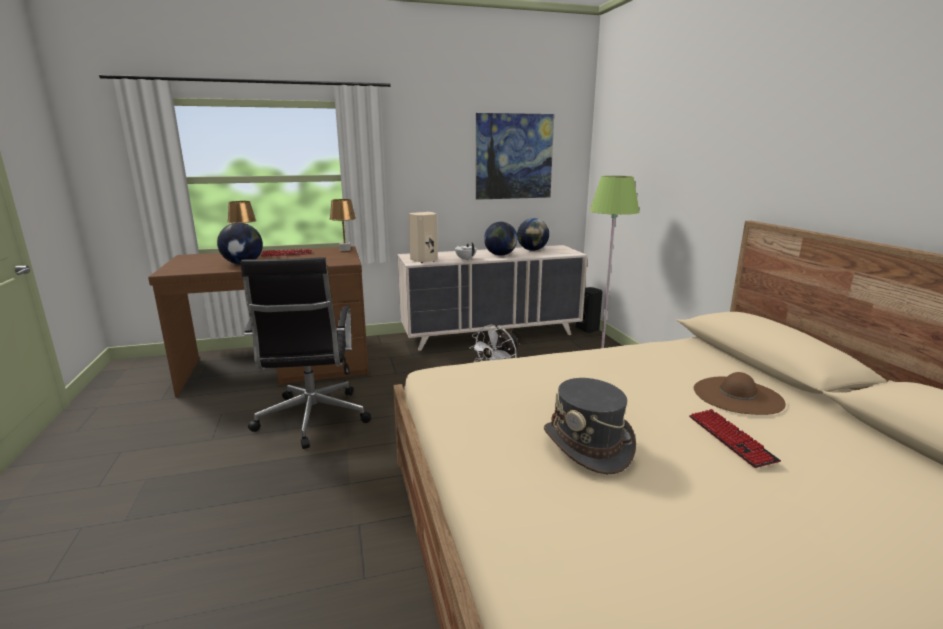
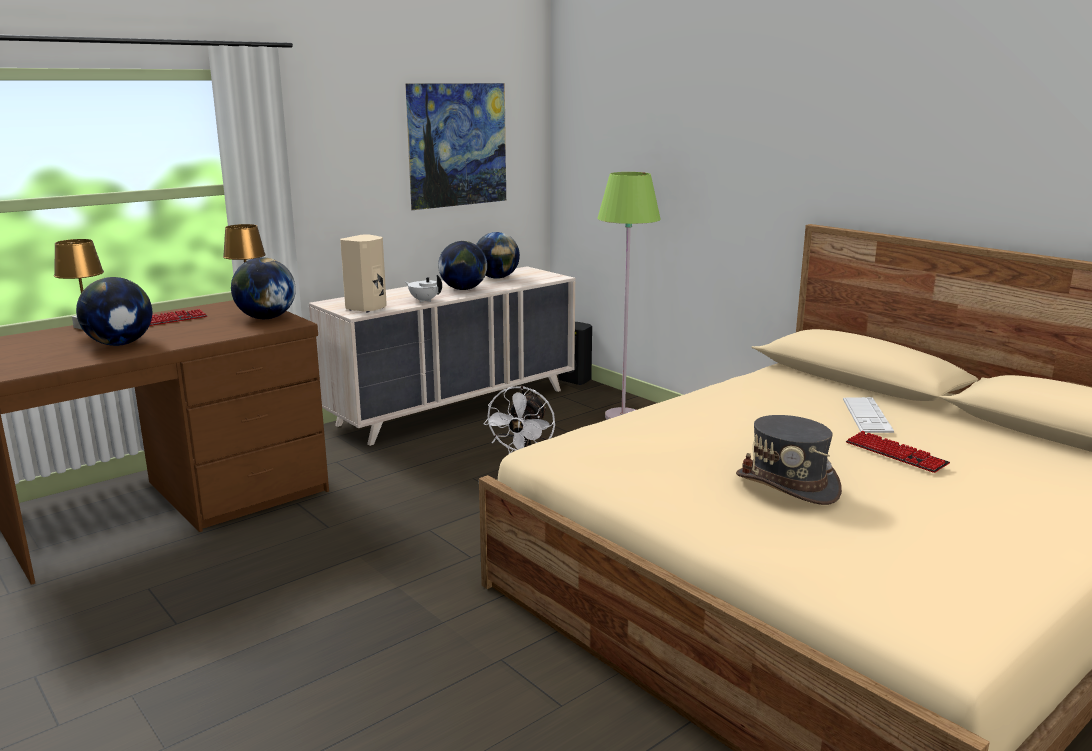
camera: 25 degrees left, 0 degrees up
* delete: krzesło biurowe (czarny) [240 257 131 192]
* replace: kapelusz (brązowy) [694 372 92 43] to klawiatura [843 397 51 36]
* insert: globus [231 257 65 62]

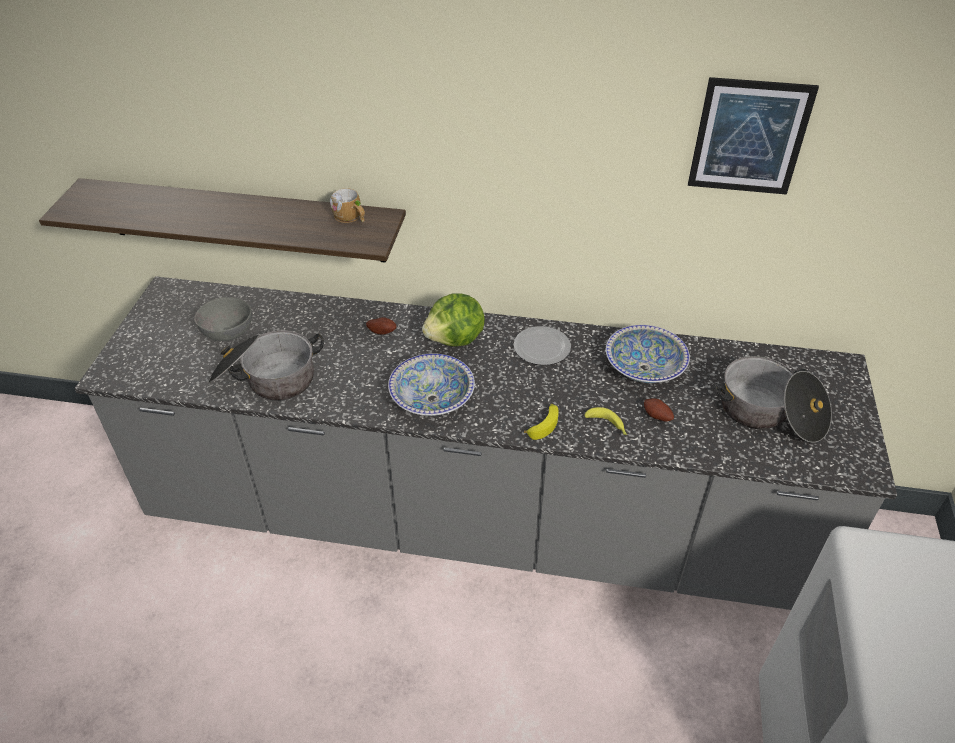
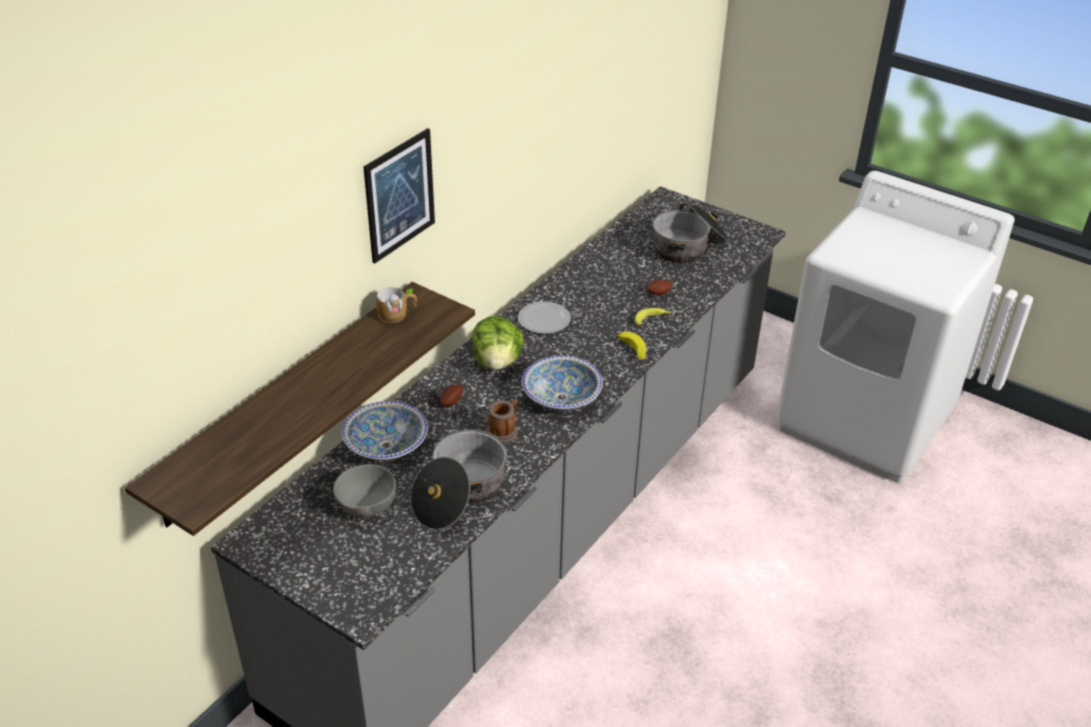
camera: 65 degrees left, 5 degrees down
* move: miska [606 325 84 58] to [342 401 86 60]
* move: obraz [688 77 131 118] to [364 128 71 136]
* insert: kubek [486 399 32 44]

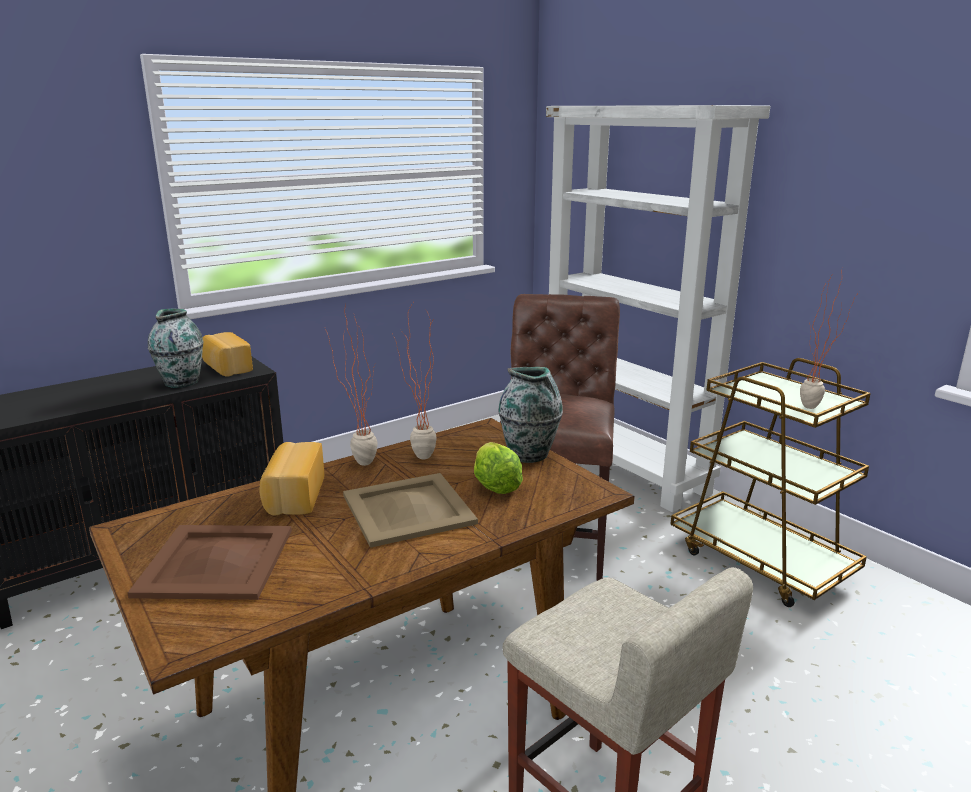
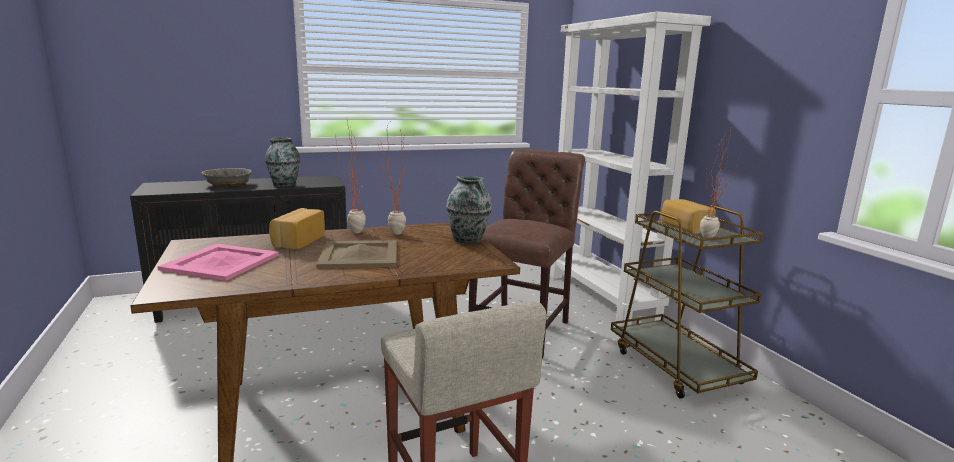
camera: 15 degrees right, 5 degrees down
* recolor: taca (brązowy) [128 525 164 75] to taca (różowy) [157 244 122 37]
* move: chleb [202 332 51 45] to [661 199 55 35]
* delete: sałata [474 442 49 52]
* insert: miska (szary) [201 168 51 18]

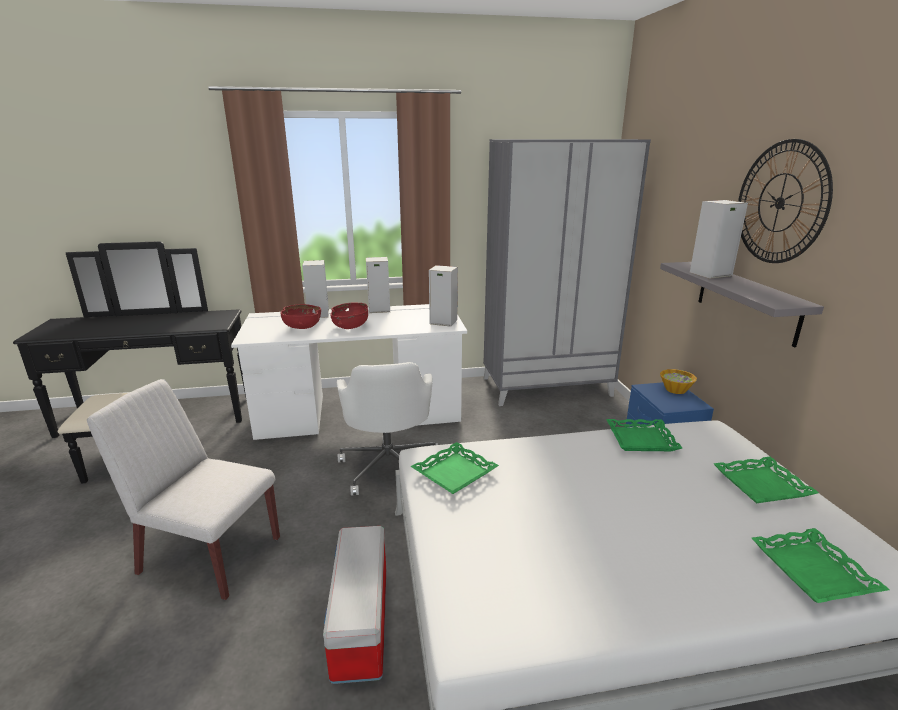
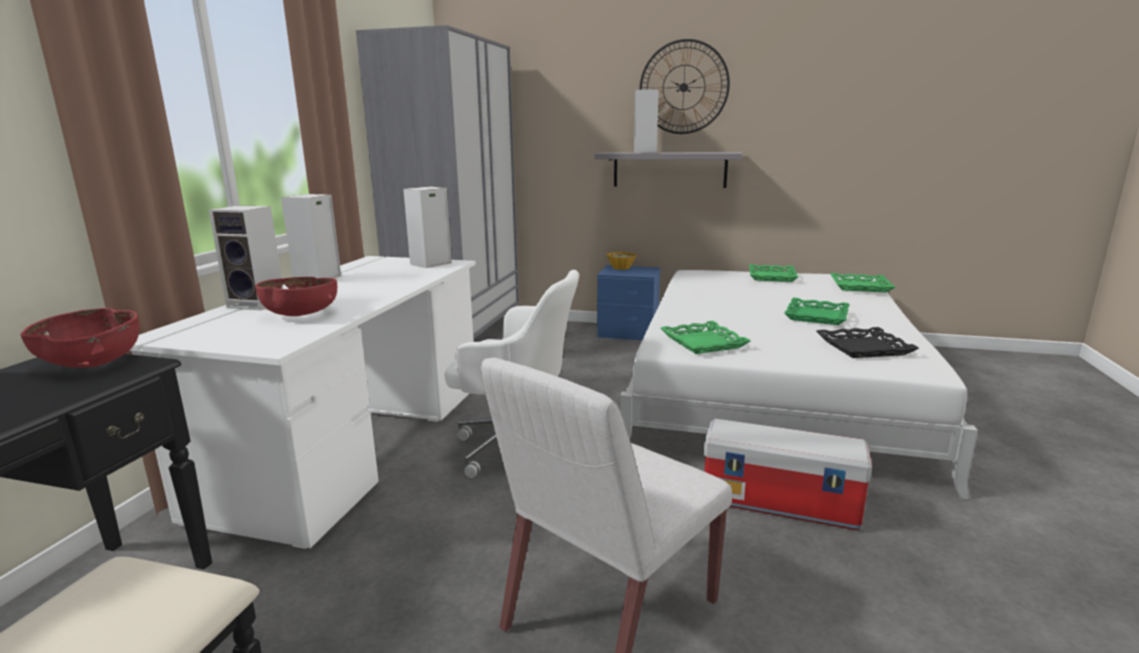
camera: 65 degrees left, 5 degrees down
* move: miska (czerwony) [330 302 38 27] to [21 308 119 60]
* move: taca (zielony) [606 419 76 32] to [784 298 66 27]
* insert: taca (czarny) [816 327 103 31]

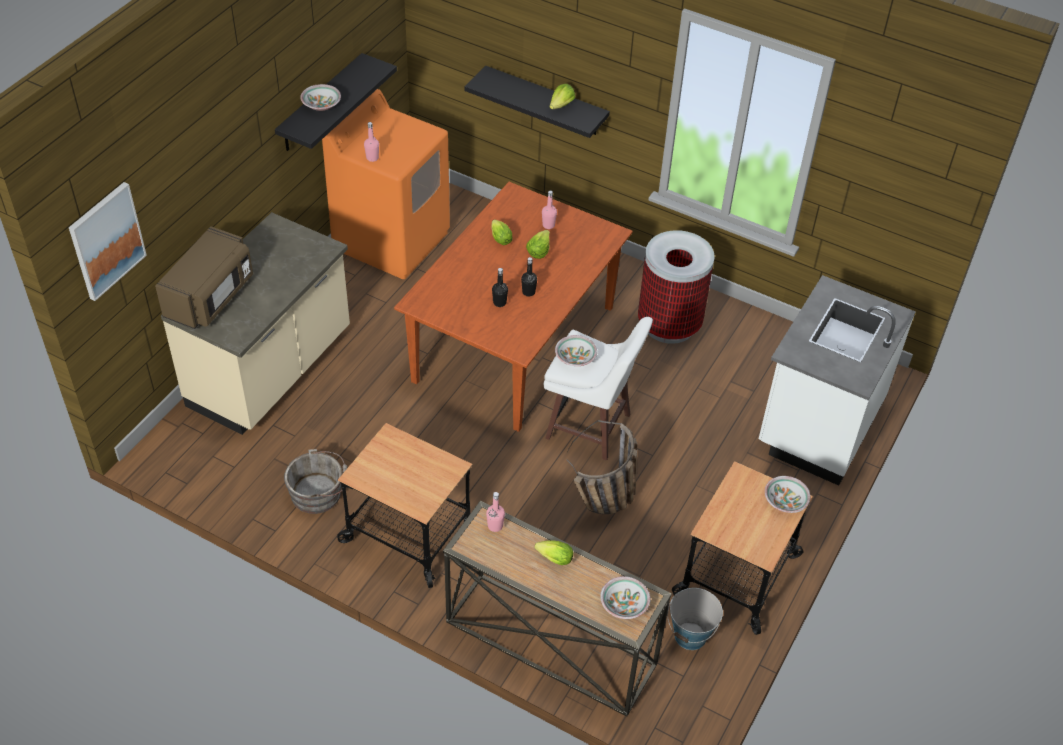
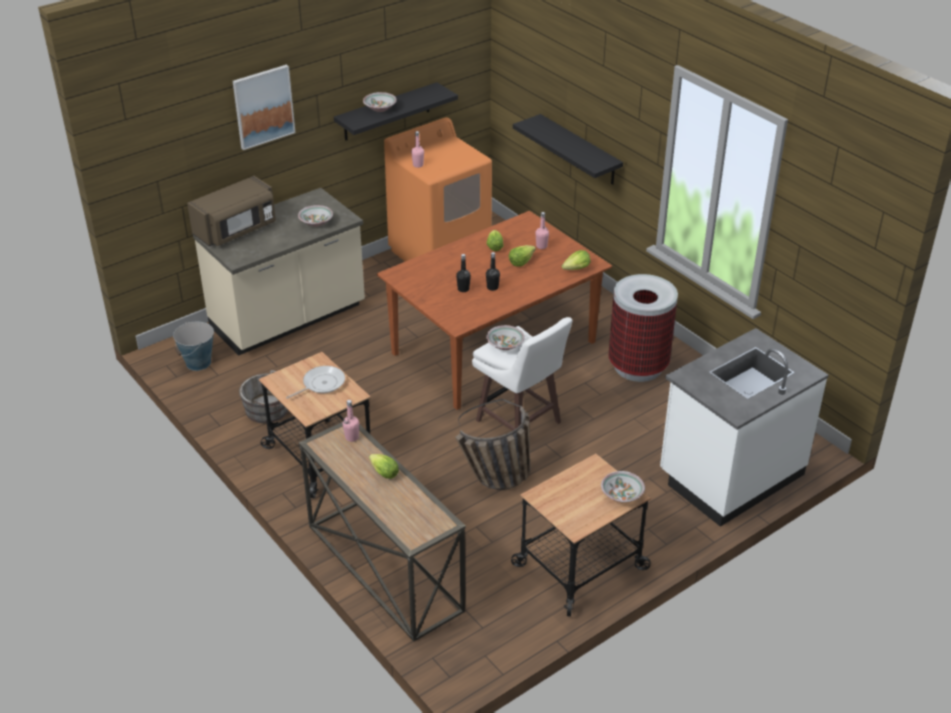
camera: 25 degrees right, 10 degrees down
* move: obraz [69 182 78 119] to [233 65 62 85]
* move: sałata [550 84 25 25] to [561 250 30 20]
* move: miska [600 576 51 43] to [298 205 35 22]
* move: wiadro [667 588 56 62] to [173 322 41 49]
* insert: patelnia [286 366 59 33]

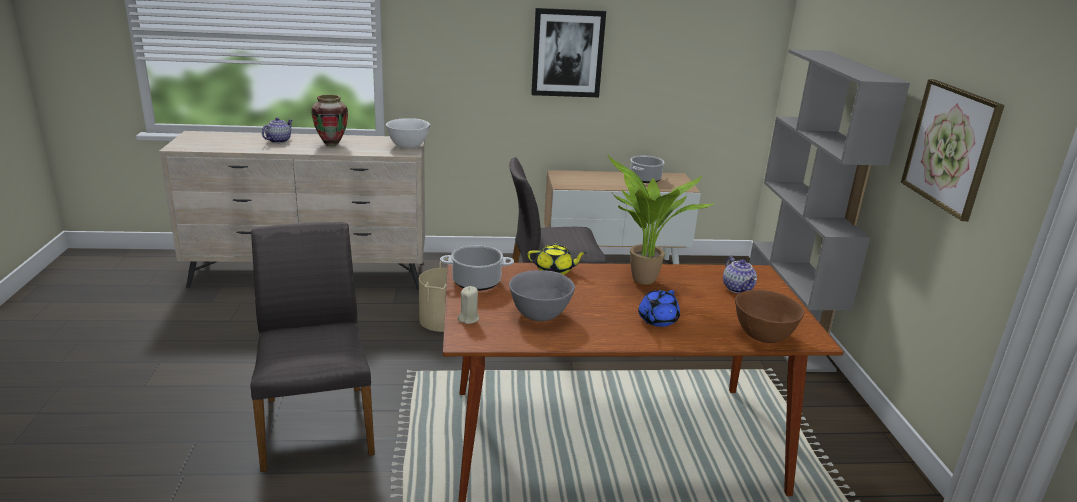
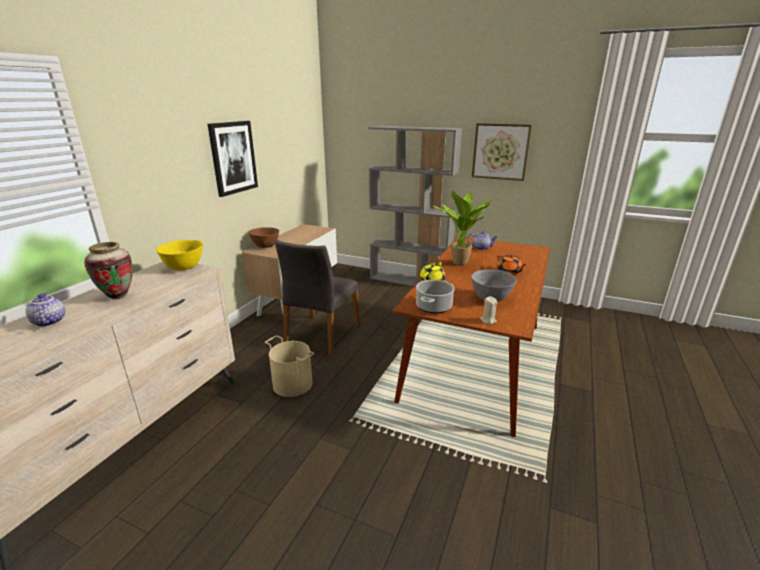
camera: 60 degrees left, 0 degrees up
* delete: krzesło (szary) [251 222 124 250]
* recolor: miska (biały) [386 119 44 29] to miska (żółty) [156 240 47 31]
* delete: garnek [630 156 34 27]
* recolor: imbryk (niebieski) [638 290 42 37] to imbryk (pomarańczowy) [497 254 29 21]
* move: miska (brązowy) [735 290 69 53] to [248 227 31 21]

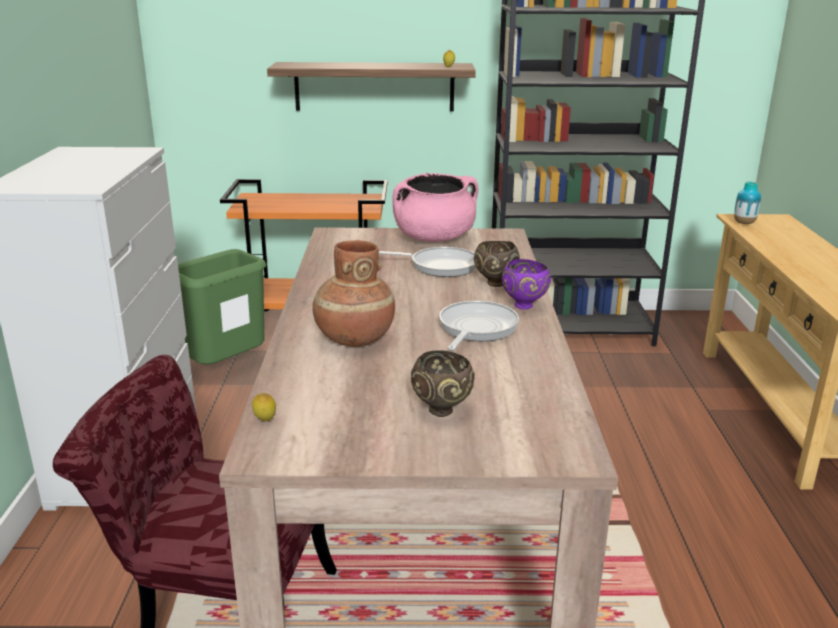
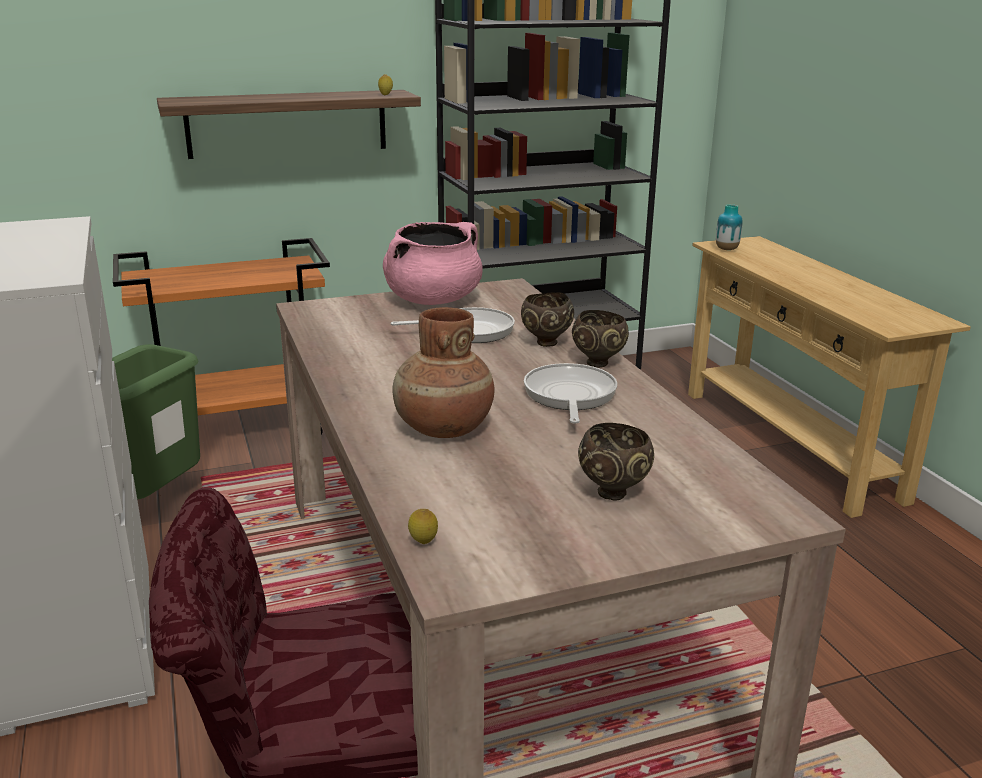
camera: 20 degrees left, 0 degrees up
* recolor: miska (fioletowy) [502 259 49 51] to miska (brązowy) [572 310 57 58]

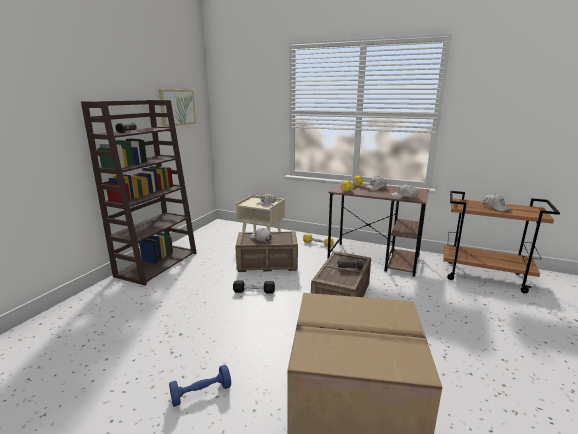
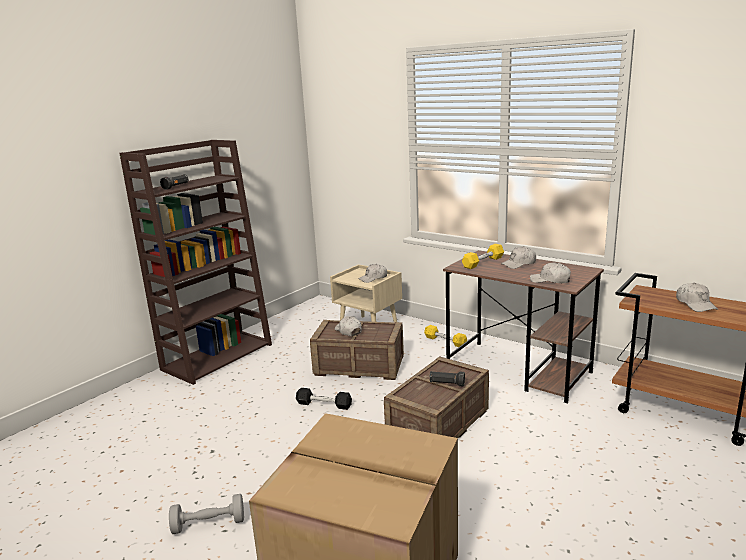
camera: 15 degrees right, 0 degrees up
* delete: obraz [158 89 38 38]
* recolor: hantel (niebieski) [169 365 62 42] to hantel (szary) [169 494 75 40]

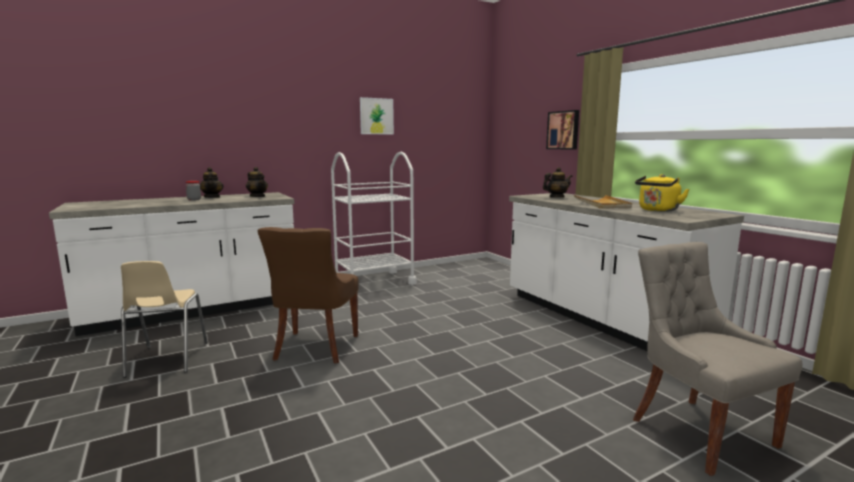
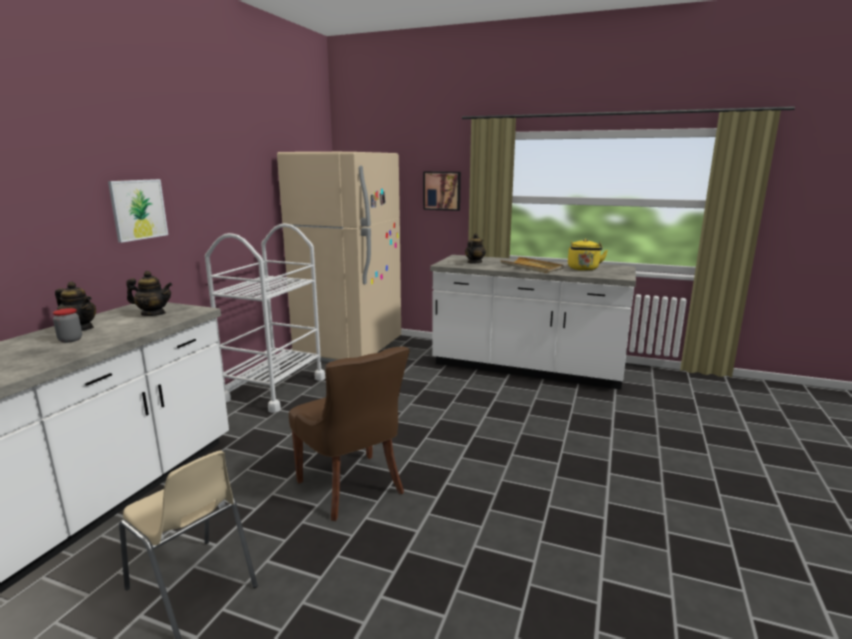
camera: 40 degrees left, 5 degrees up
* move: obraz [360 97 34 38] to [108 179 60 64]
* delete: krzesło (szary) [633 242 170 234]
* insert: lodówka (beżowy) [277 152 124 210]

